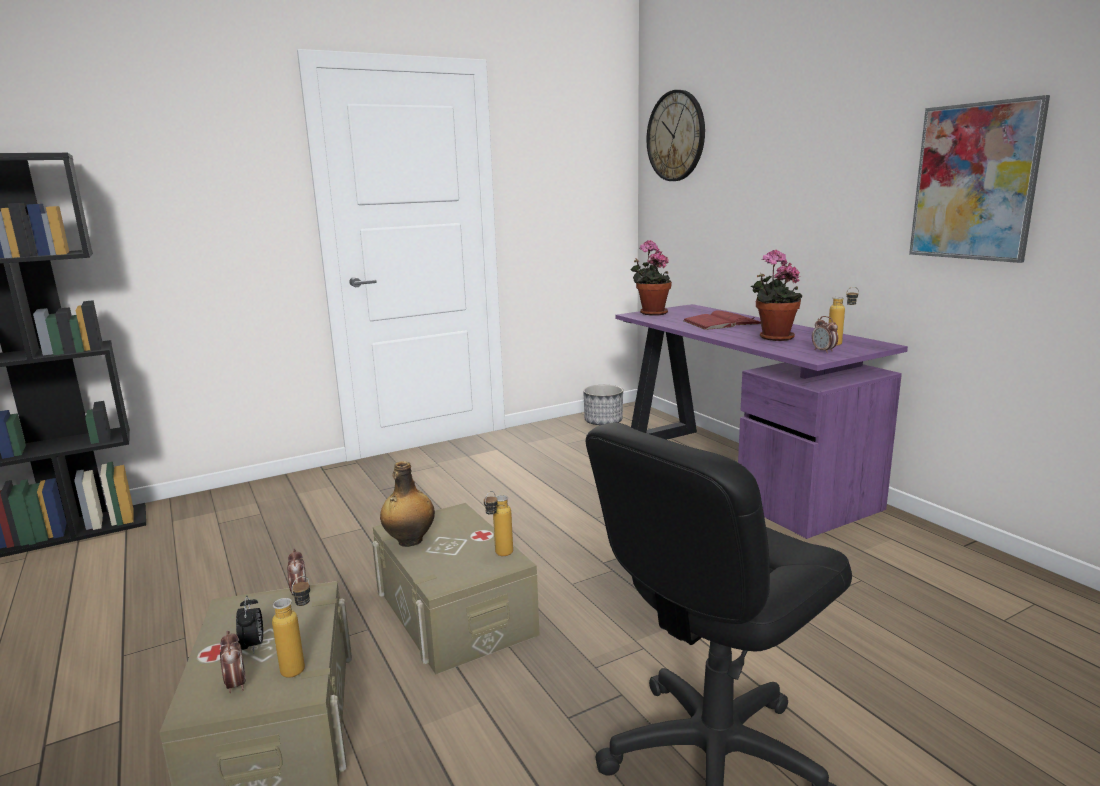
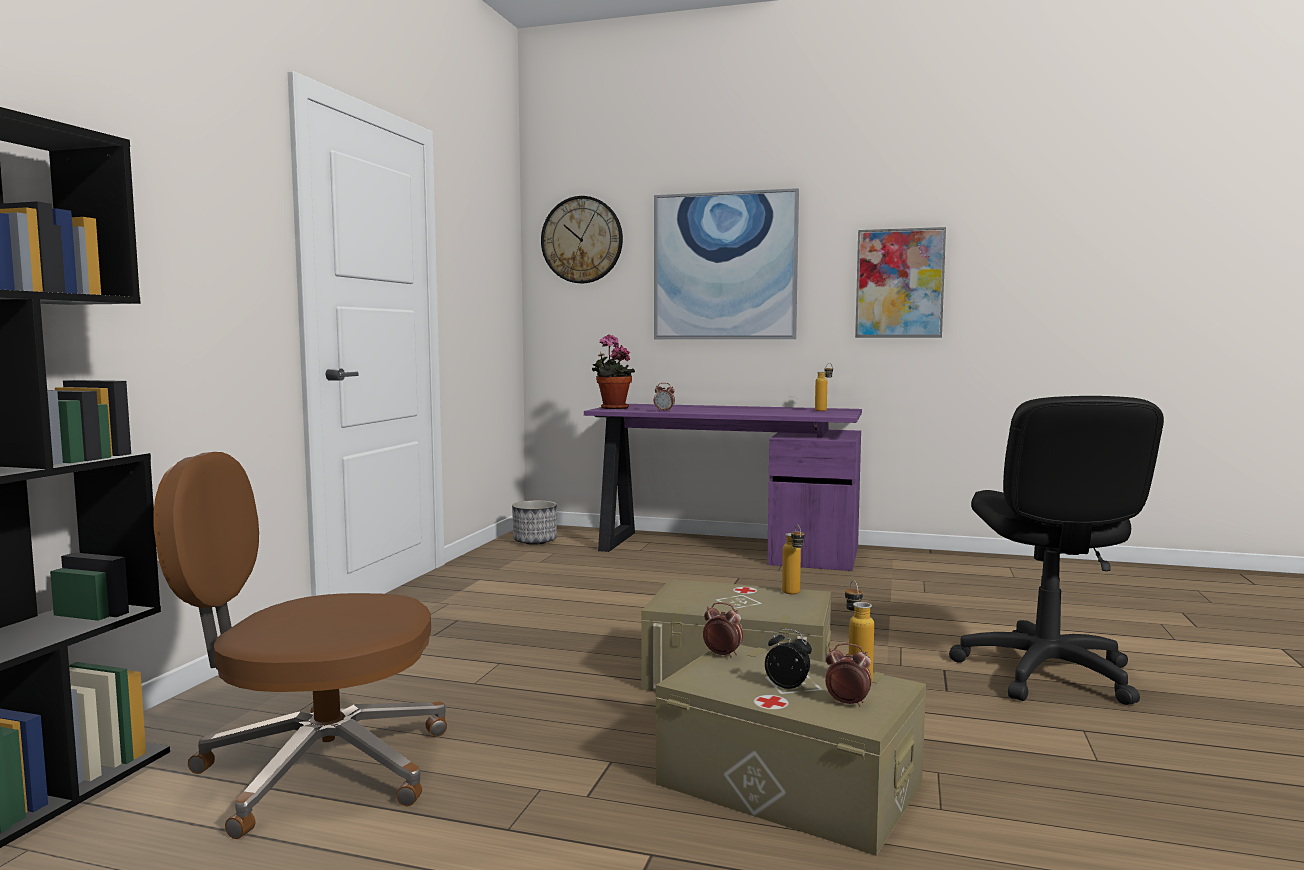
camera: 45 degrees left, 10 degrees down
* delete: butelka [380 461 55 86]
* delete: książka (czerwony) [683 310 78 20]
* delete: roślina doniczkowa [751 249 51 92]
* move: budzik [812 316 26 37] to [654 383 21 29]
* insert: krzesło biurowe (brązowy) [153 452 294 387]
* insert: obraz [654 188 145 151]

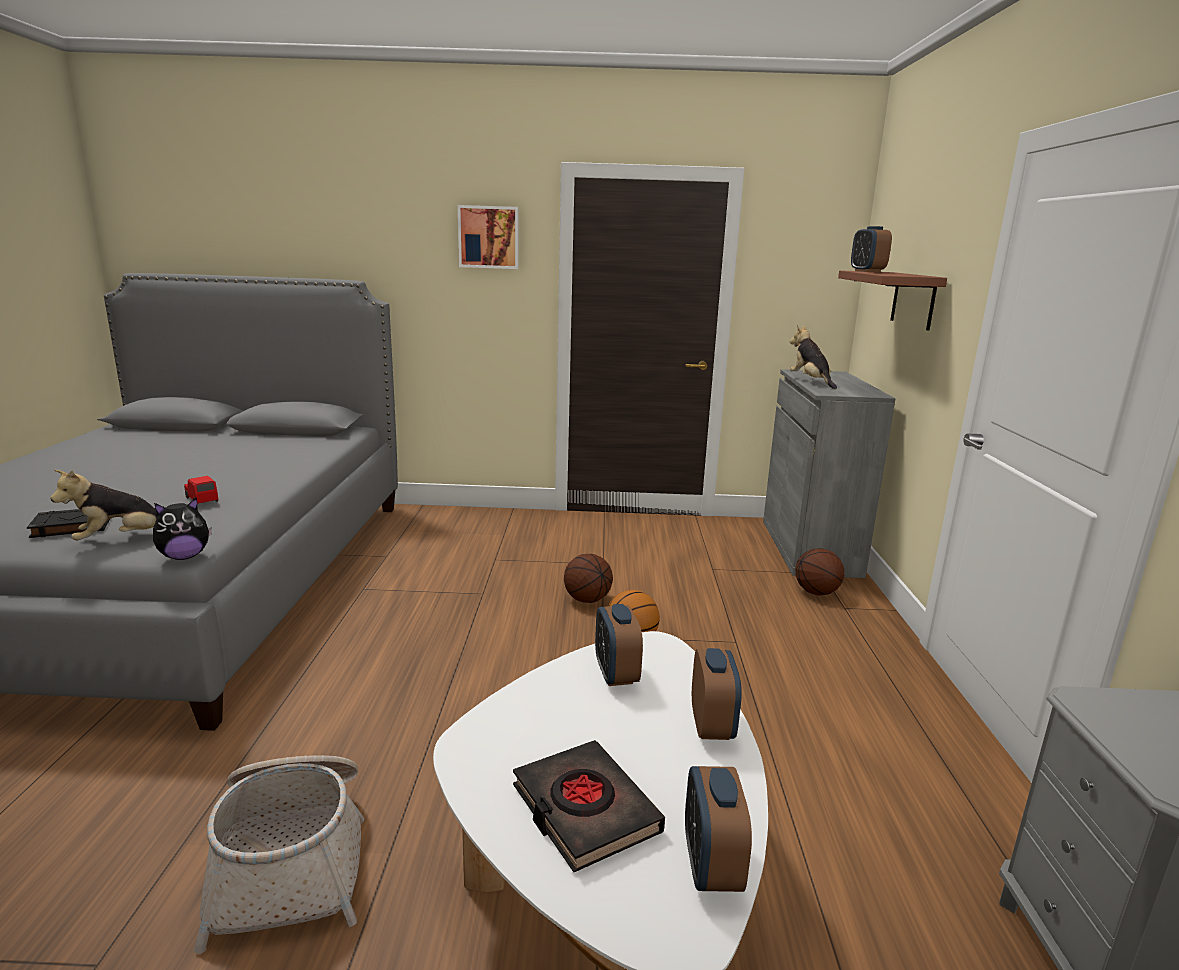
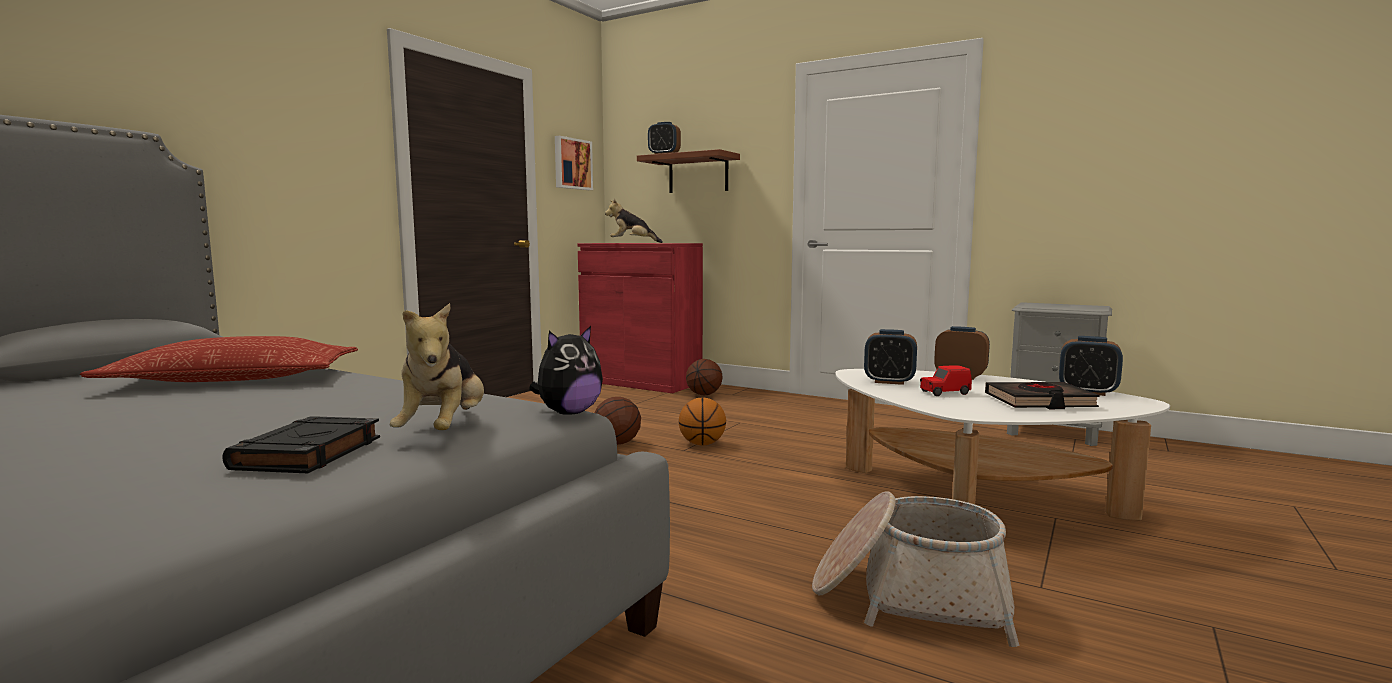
camera: 60 degrees left, 10 degrees down
* rotate: pluszak [153 497 59 63] = [529 326 74 89] 45 degrees clockwise
* move: samochodzik (czerwony) [184 476 34 28] to [920 365 52 31]
* move: obraz [458 205 61 64] to [555 136 38 54]
* recolor: szafka (szary) [763 369 132 209] to szafka (czerwony) [577 243 126 150]
* insert: poduszka [80 336 278 46]

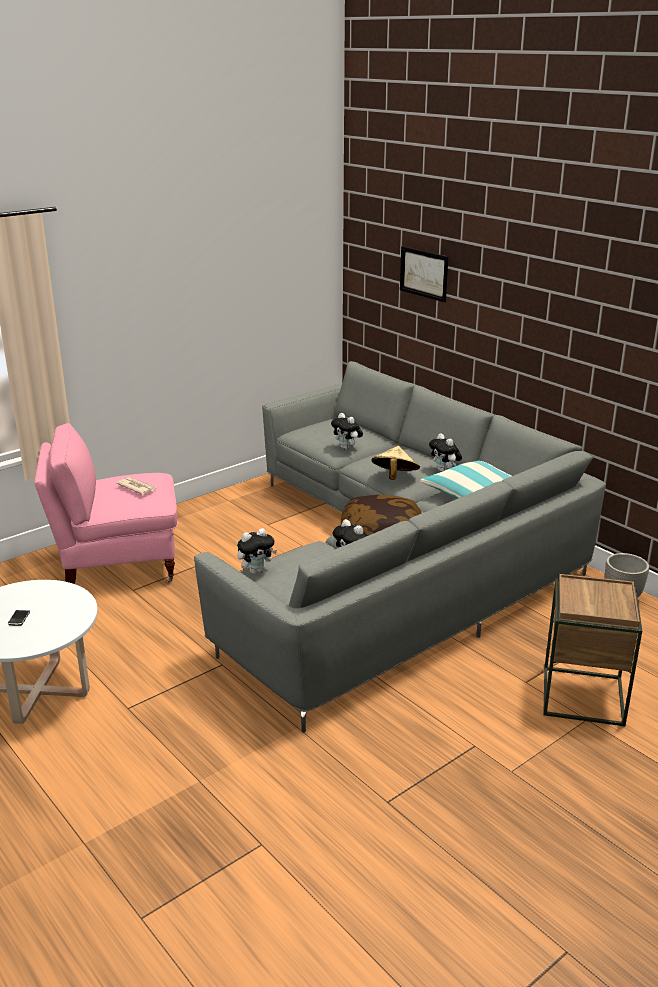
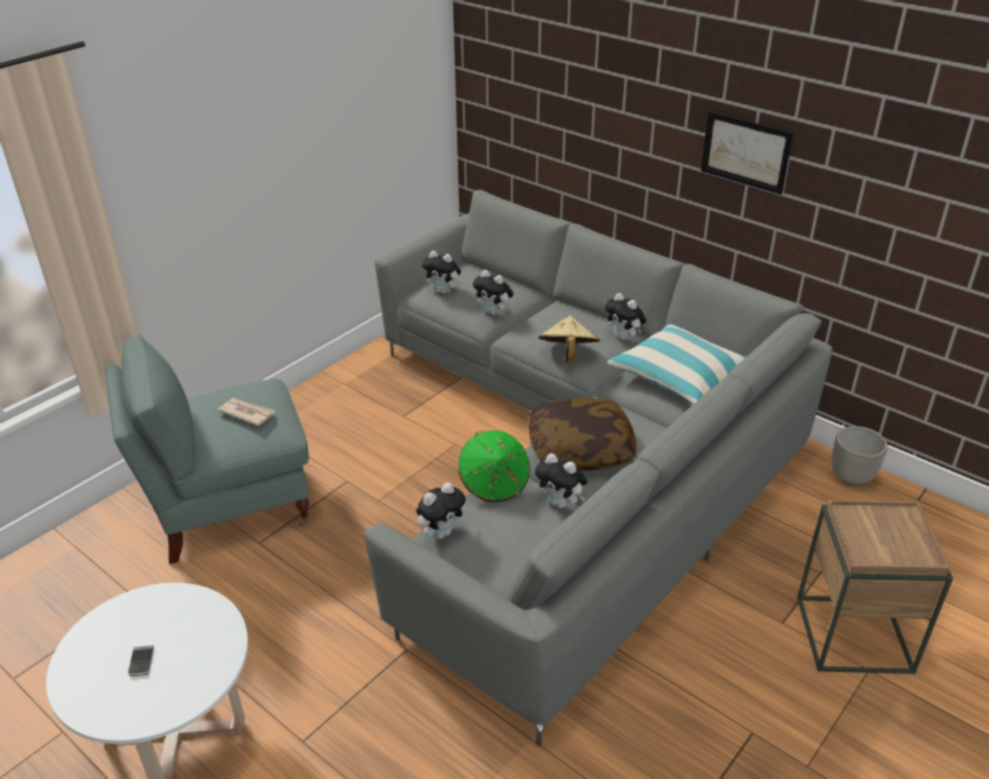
camera: 10 degrees left, 10 degrees up
* recolor: fotel (różowy) [34 423 144 161] to fotel (szary) [105 335 204 229]
* move: obraz [400 246 48 56] to [701 111 92 84]
* insert: pluszak [422 251 39 43]
* insert: kapelusz (zielony) [459 430 71 72]

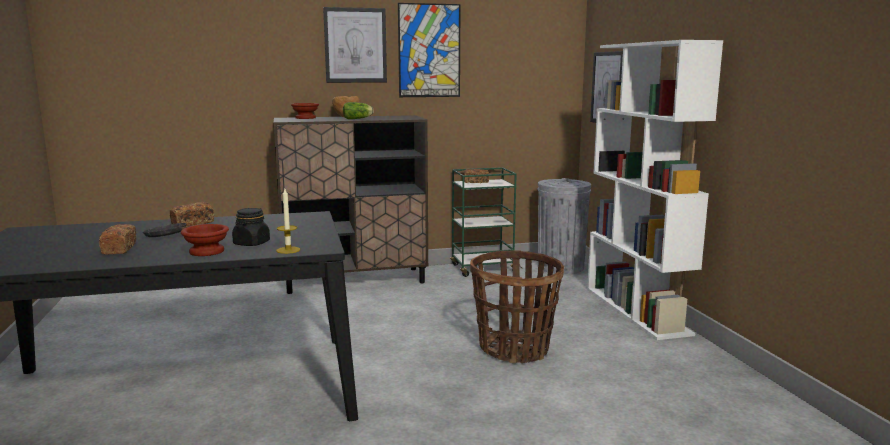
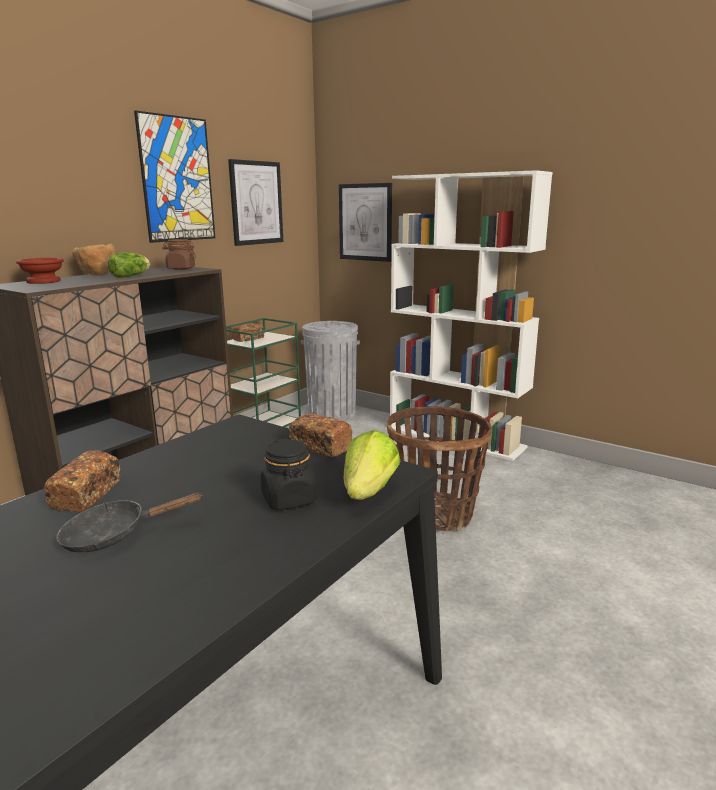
camera: 40 degrees left, 5 degrees up
* move: chleb [99 224 37 30] to [289 413 64 44]
* delete: miska (brązowy) [181 224 48 32]
* replace: świeca [276 189 24 65] to sałata [344 430 56 70]
* move: obraz [323 7 64 76] to [228 159 55 87]
* insert: słoik (brązowy) [162 239 34 31]

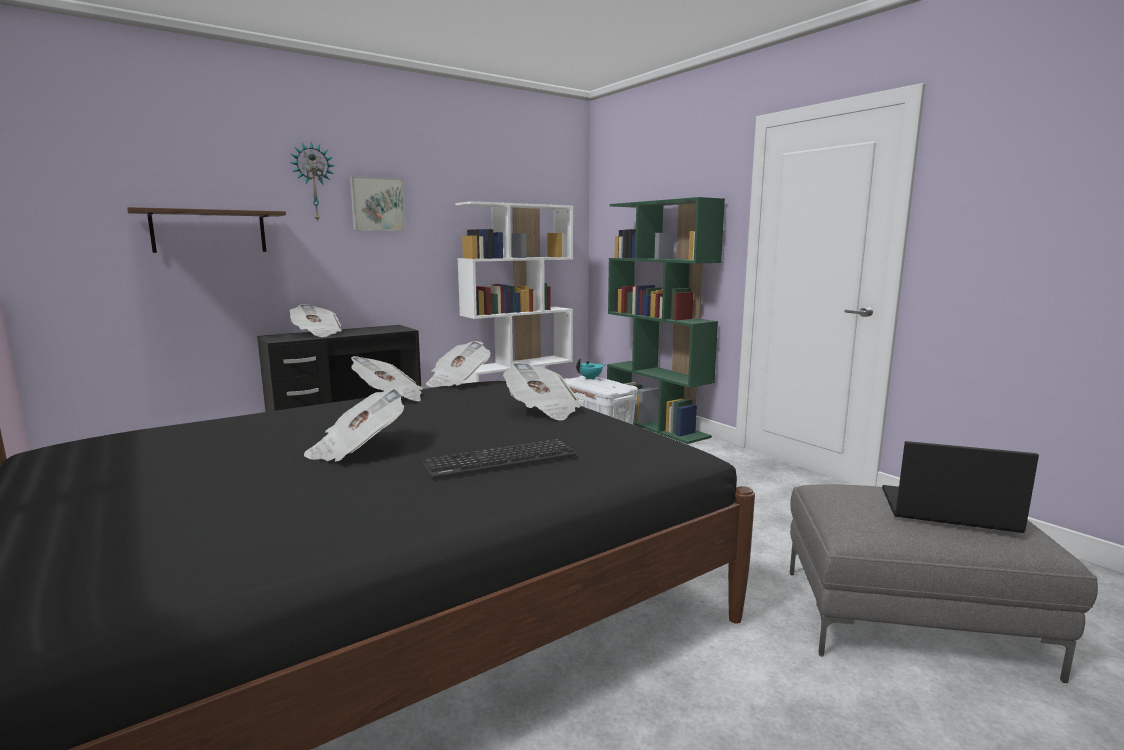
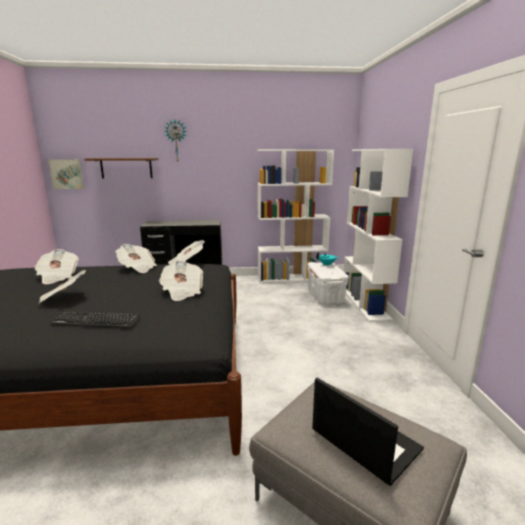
camera: 30 degrees right, 5 degrees up
* move: gazeta [290 304 52 33] to [34 249 45 35]
* move: obraz [350 176 56 55] to [48 159 37 30]
* recolor: regał (zielony) [607 197 118 247] to regał (biały) [343 149 70 173]

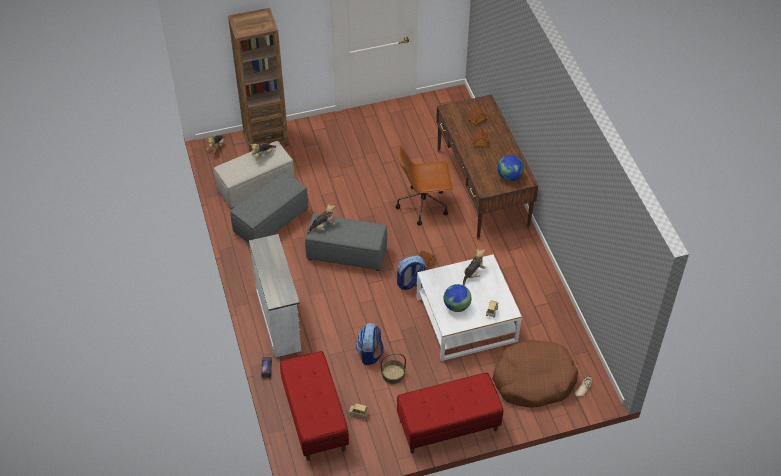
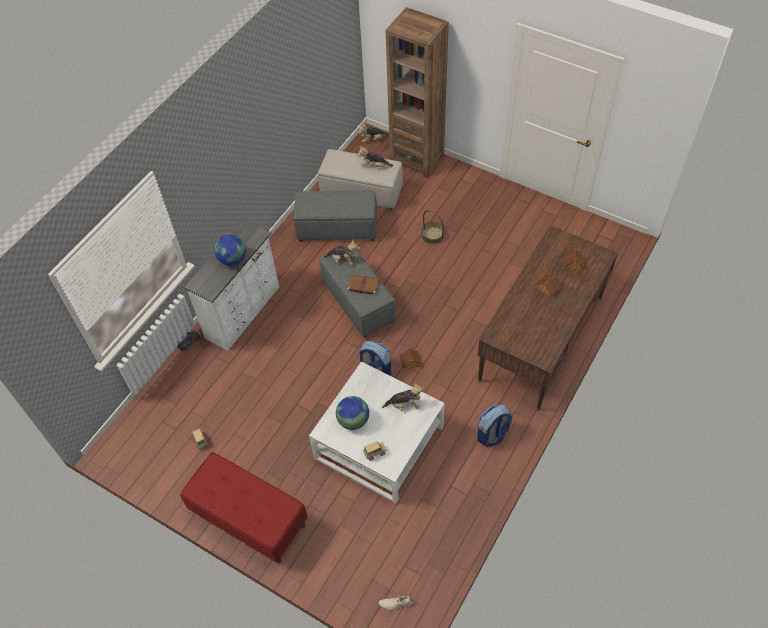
camera: 50 degrees right, 5 degrees up
* delete: ławka (czerwony) [280 351 69 110]
* move: plecak [356 323 28 42] to [478 405 34 42]
* move: koszyk [381 353 25 31] to [422 210 23 34]
* delete: krzesło biurowe (brązowy) [396 145 57 81]
* delete: legowisko (brązowy) [492 340 86 68]
* move: globus [498 155 26 26] to [214 234 32 32]
* insert: książka (brązowy) [346 275 33 20]

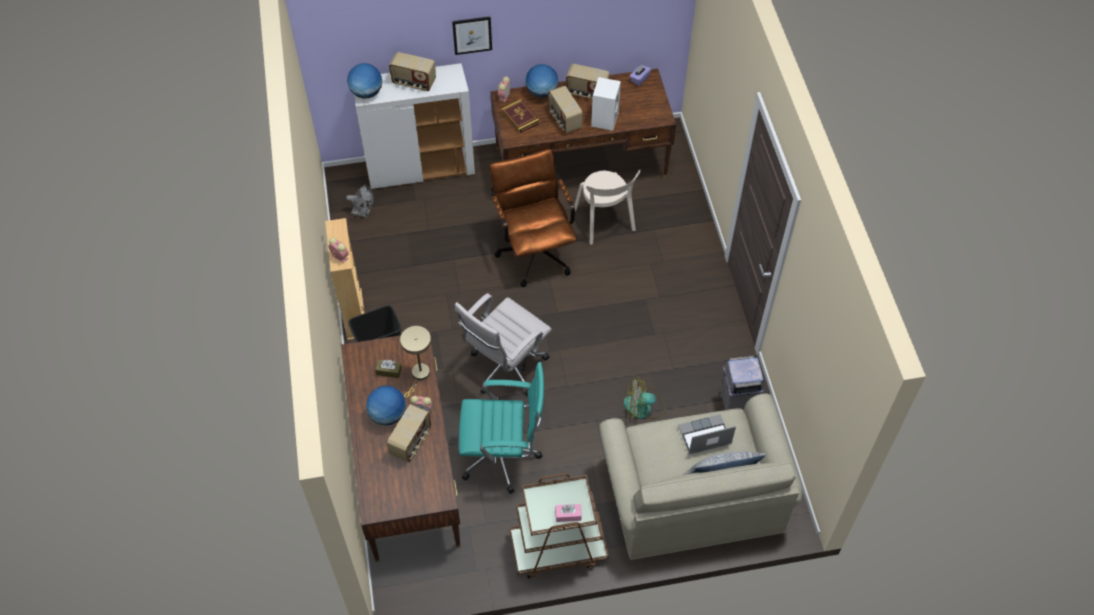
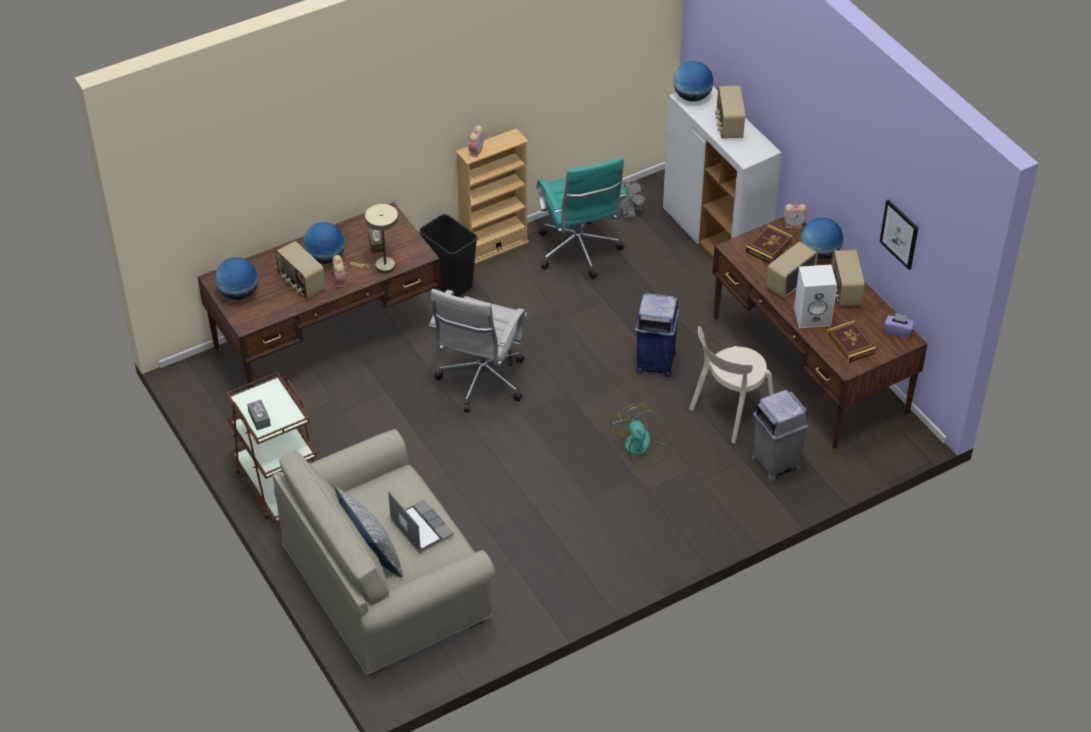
camera: 70 degrees right, 10 degrees down
* rotate: radio [387 404 44 59] = [275 241 50 58] 45 degrees clockwise
* move: obraz [452 16 40 39] to [880 200 38 70]
* rotate: krzesło biurowe (biały) [455 293 97 103] = [429 289 98 123] 90 degrees counterclockwise
* move: krzesło biurowe (turkusowy) [459 362 85 132] to [537 157 90 122]
* replace: krzesło biurowe (brązowy) [490 149 87 138] to kosz na śmieci (niebieski) [635 293 44 84]
* recolor: pudełko chusteczek (różowy) [555 504 27 18] to pudełko chusteczek (szary) [247 400 24 30]
* move: wentylator [624 377 41 42] to [610 403 60 65]
* move: kosz na śmieci (szary) [720 356 44 55] to [752 389 57 92]
* insert: globus [215 257 43 43]
* insert: książka [827 320 49 43]

